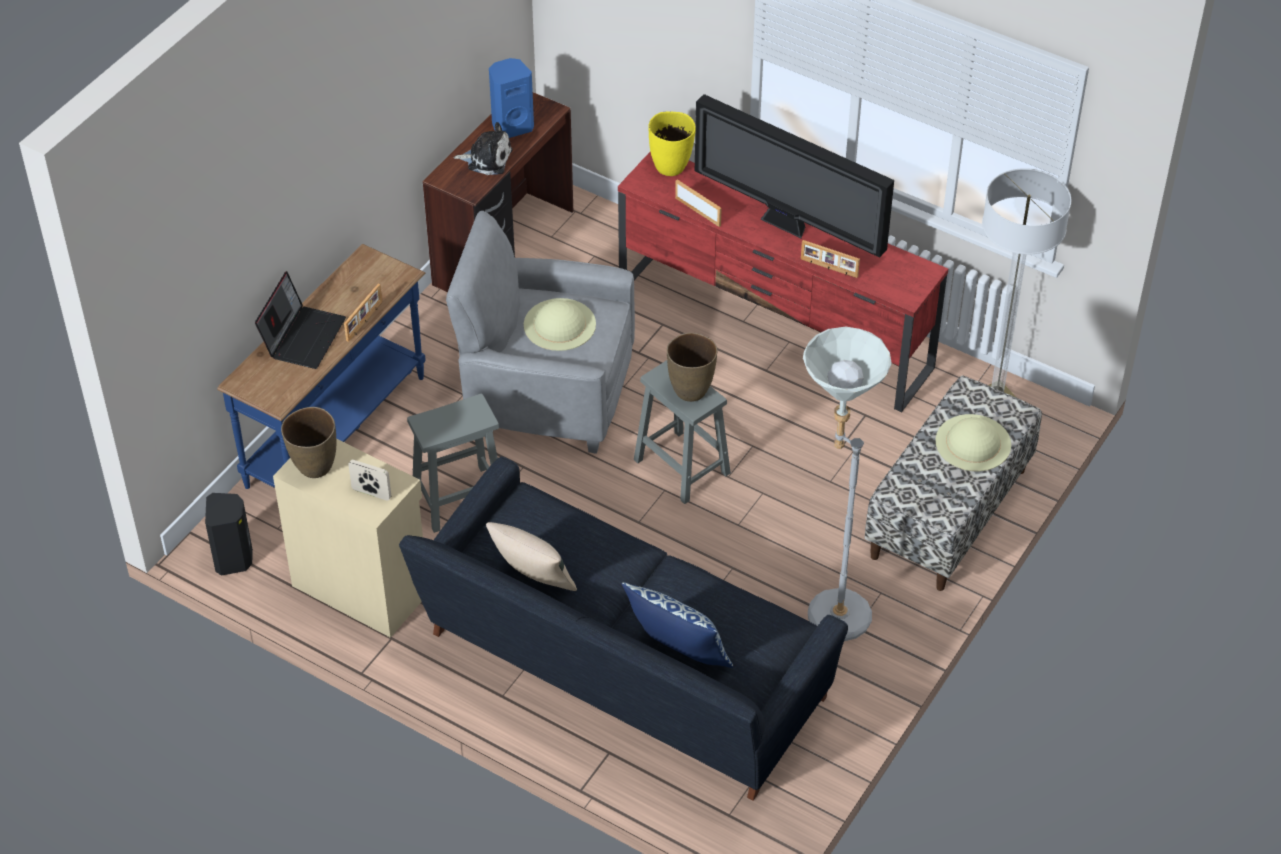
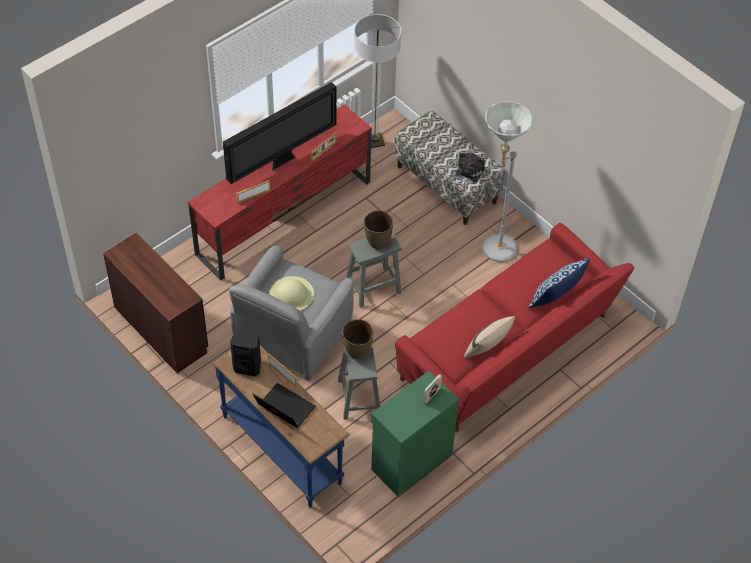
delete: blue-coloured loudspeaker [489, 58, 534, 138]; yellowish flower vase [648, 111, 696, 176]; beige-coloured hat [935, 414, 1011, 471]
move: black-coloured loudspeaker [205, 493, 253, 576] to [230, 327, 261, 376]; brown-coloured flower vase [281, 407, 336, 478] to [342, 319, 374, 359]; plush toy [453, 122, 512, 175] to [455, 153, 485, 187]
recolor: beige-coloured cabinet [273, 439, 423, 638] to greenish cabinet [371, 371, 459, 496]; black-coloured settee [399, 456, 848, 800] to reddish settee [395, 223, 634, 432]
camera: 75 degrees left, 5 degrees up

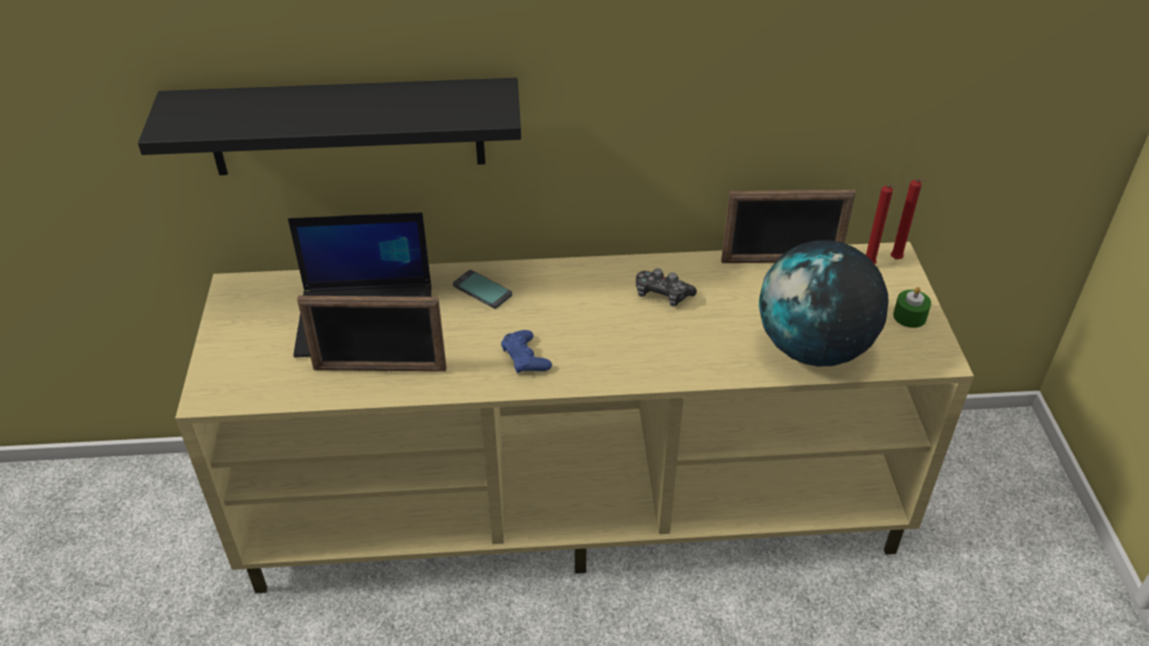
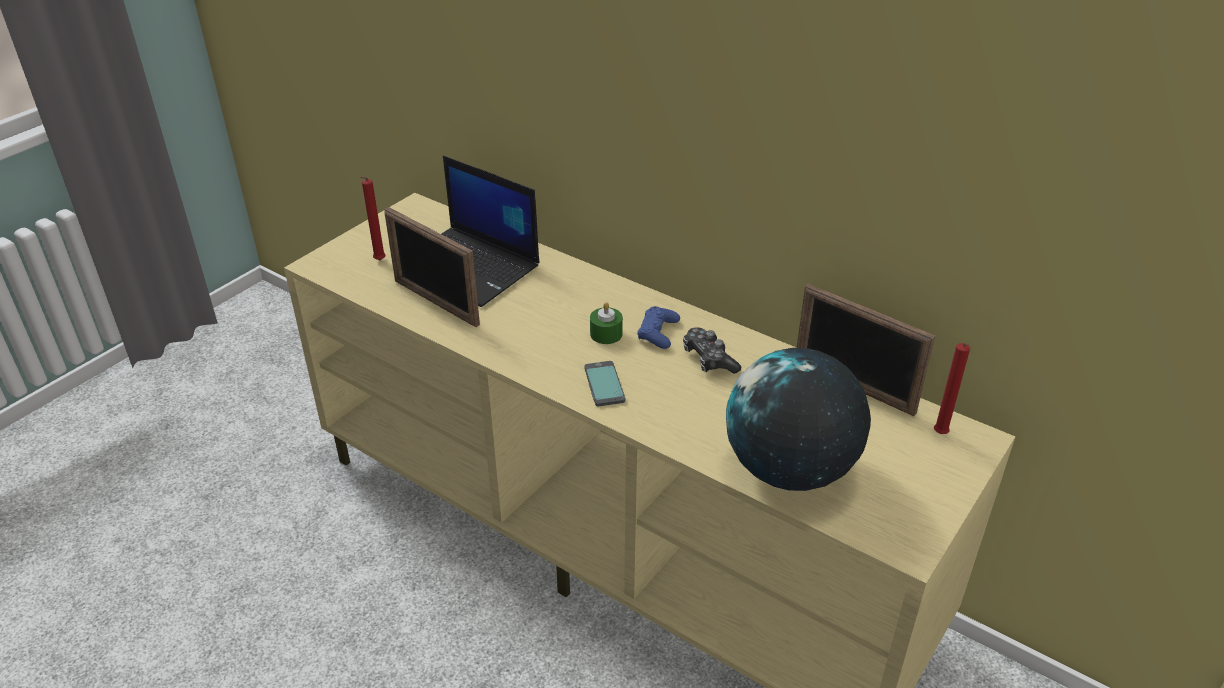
delete: black-coloured shelf [138, 78, 521, 175]
move: phone [453, 270, 512, 309] to [584, 361, 625, 407]; blue-coloured joypad [501, 330, 552, 374] to [637, 306, 680, 349]; reddish candle [891, 179, 925, 259] to [359, 177, 386, 260]; greenish candle [893, 287, 931, 328] to [590, 302, 623, 344]
camera: 40 degrees right, 5 degrees down

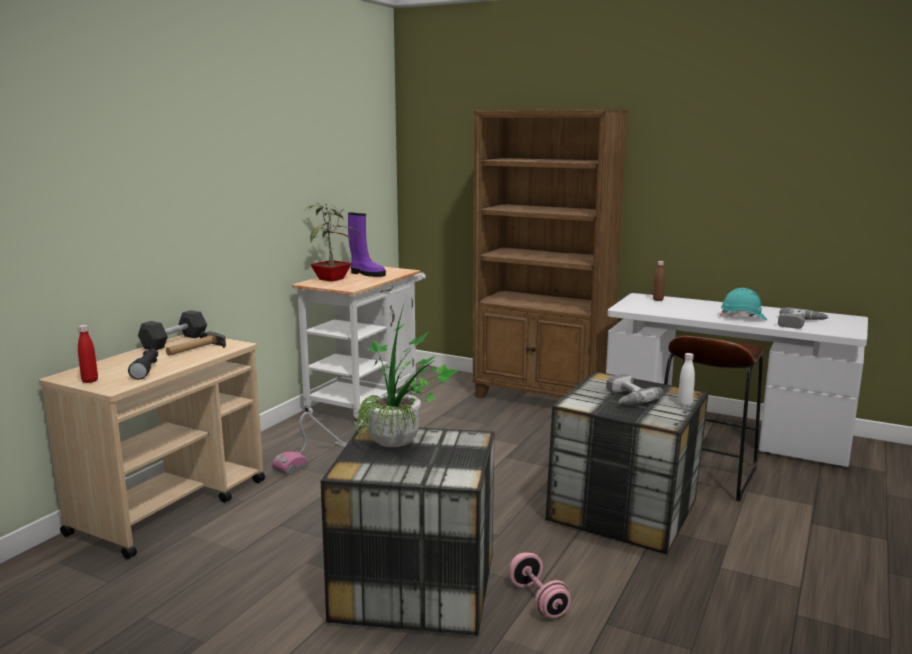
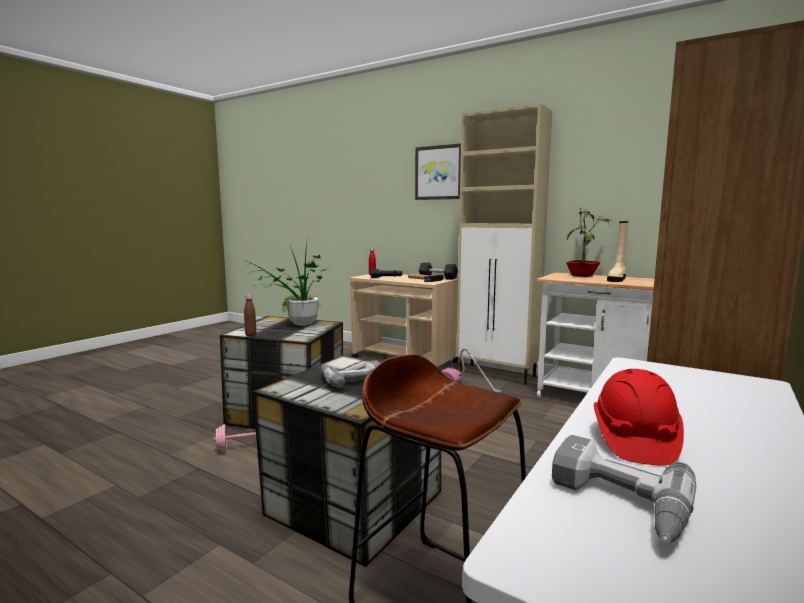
delete: white drink bottle [678, 353, 695, 407]
insert: wall picture [415, 143, 461, 200]; beige-coloured cabinet [457, 104, 552, 385]
move: brown-coloured drink bottle [653, 261, 665, 301] to [244, 295, 257, 336]
recolor: purple high-top boot [348, 212, 386, 277] to beige-coloured high-top boot [607, 221, 628, 282]; turquoise safety helmet [720, 288, 767, 320] to reddish safety helmet [594, 369, 684, 466]
camera: 95 degrees right, 5 degrees down

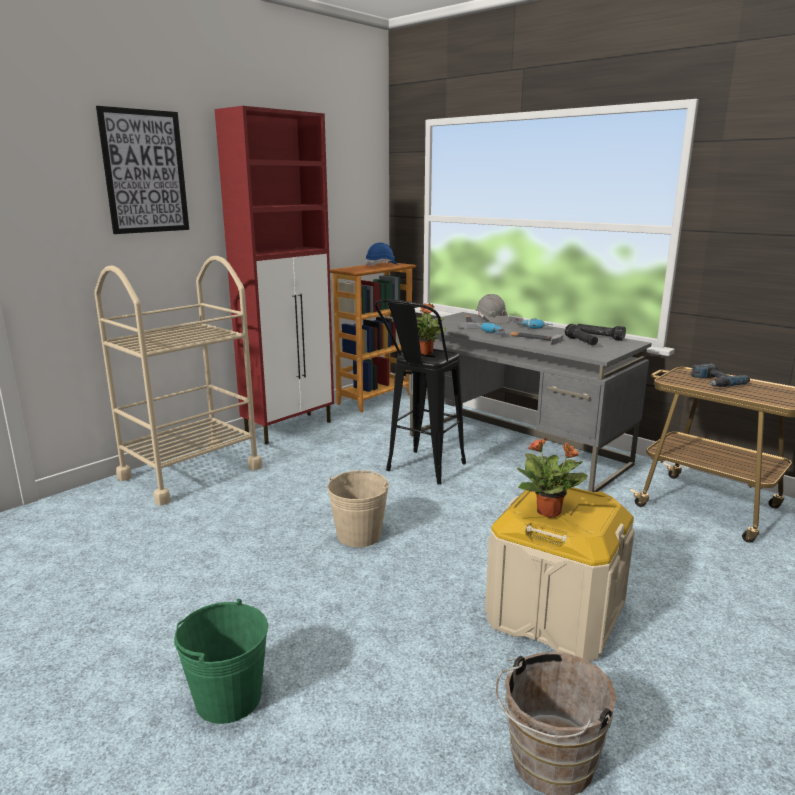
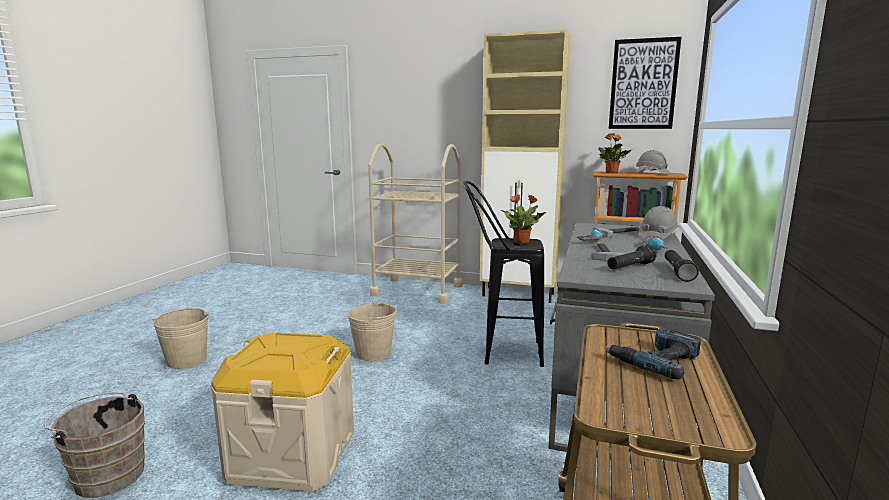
move: wall picture [96, 106, 189, 234] to [609, 37, 681, 129]; potted plant [517, 438, 588, 518] to [598, 133, 631, 173]
recolor: greenish bucket [174, 599, 268, 724] to beige-coloured bucket [152, 308, 209, 369]; reddish cabinet [215, 106, 334, 445] to beige-coloured cabinet [480, 29, 570, 303]; blue-coloured safety helmet [366, 242, 398, 267] to gray safety helmet [635, 150, 671, 175]
camera: 65 degrees right, 5 degrees down

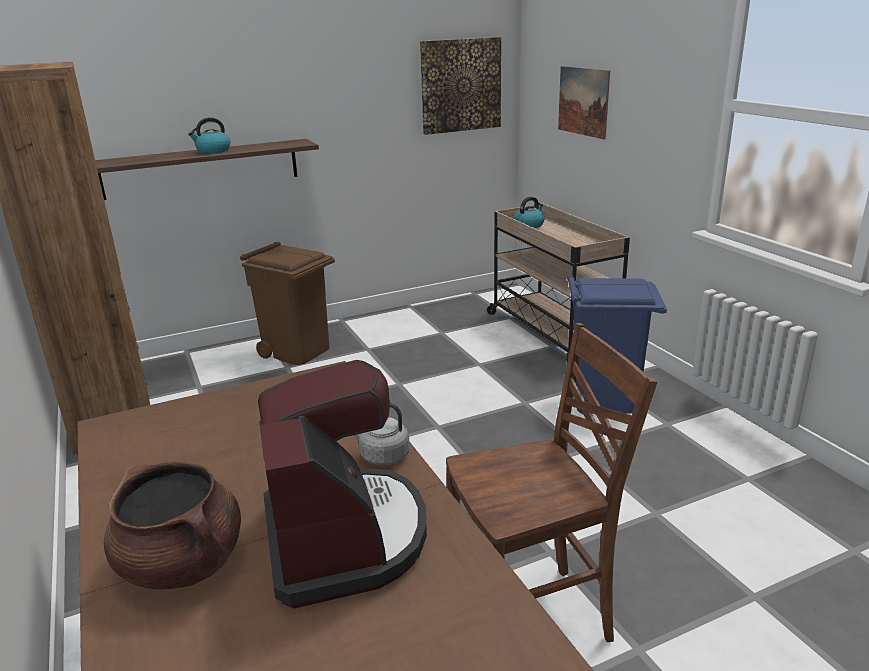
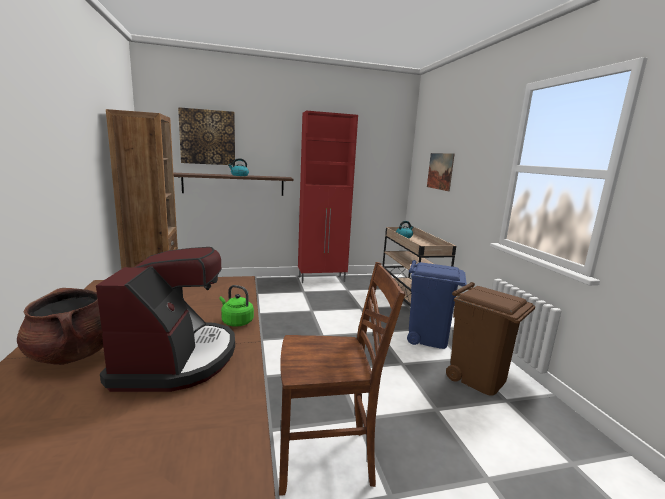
insert: reddish cabinet [298, 111, 358, 283]
move: brown-coloured waste bin [240, 242, 335, 365] to [446, 282, 535, 395]; wall picture [420, 37, 501, 135] to [178, 107, 235, 165]
recolor: gray water kettle [355, 403, 410, 466] to greenish water kettle [220, 285, 254, 327]
camera: 10 degrees right, 10 degrees down

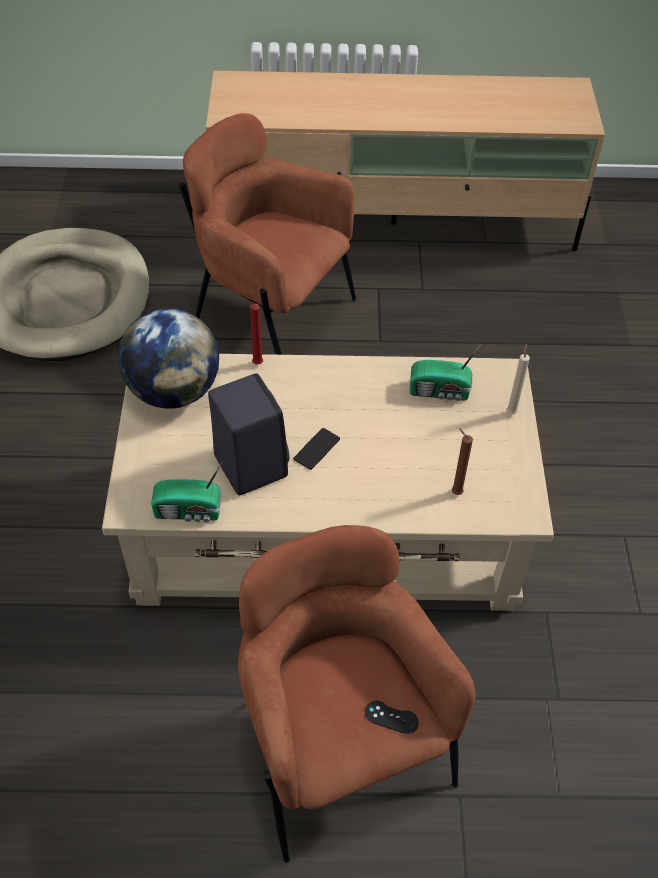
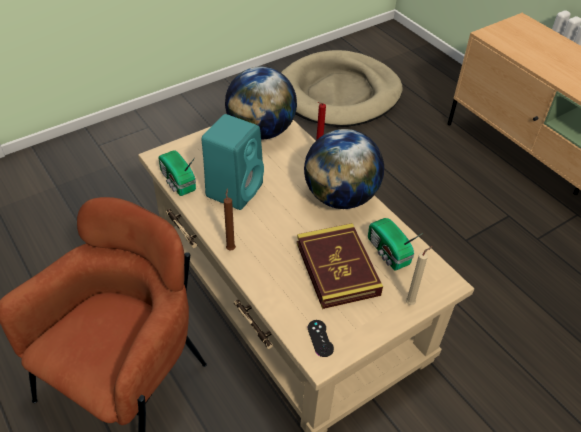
delete: brown-coloured armchair [179, 113, 357, 355]; phone [293, 428, 340, 470]
insert: book [297, 223, 383, 309]; globe [304, 129, 384, 209]
move: black-coloured joypad [365, 701, 419, 734] to [308, 320, 334, 357]; brown-coloured candle [452, 428, 473, 495] to [224, 188, 236, 251]
recolor: black-coloured loudspeaker [208, 373, 290, 496] to turquoise loudspeaker [202, 114, 264, 210]
camera: 55 degrees right, 5 degrees down

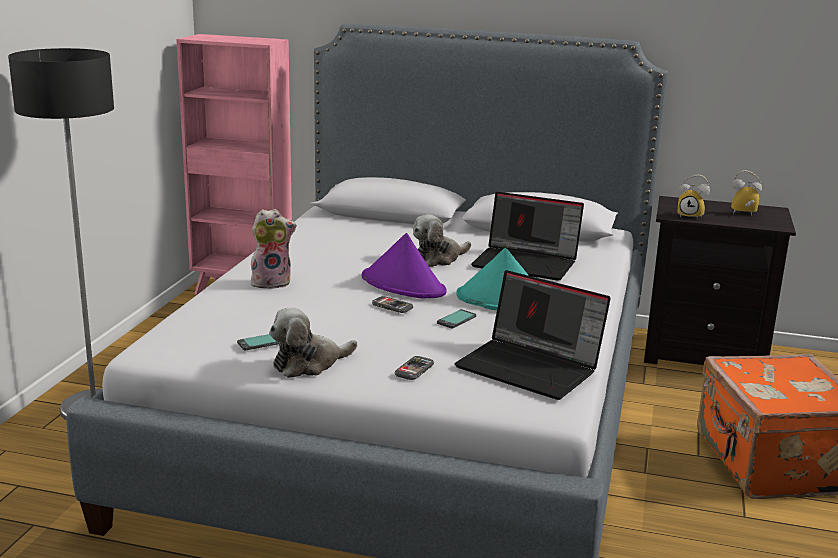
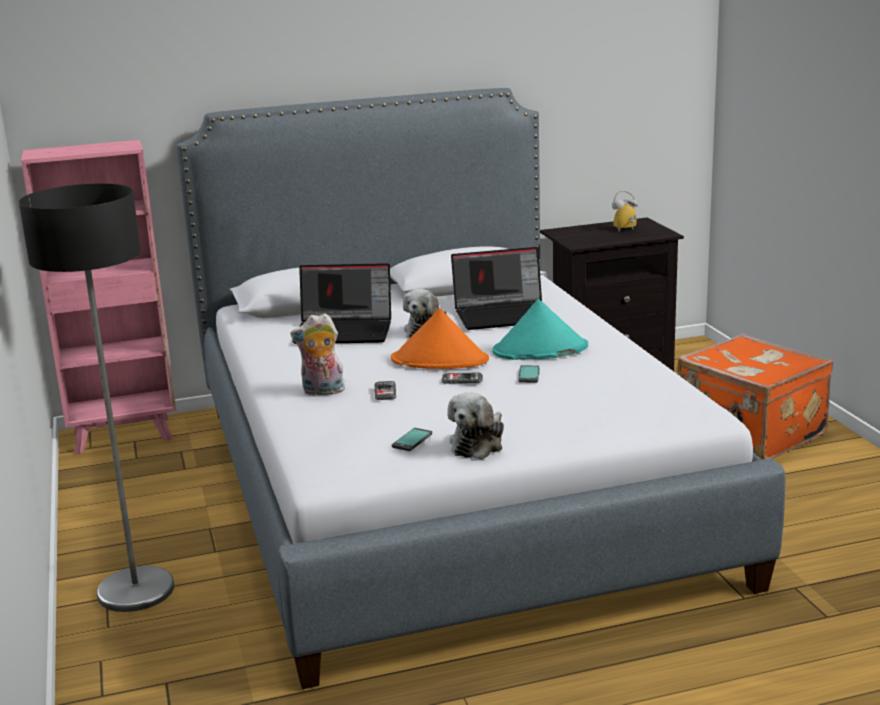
delete: bedside clock [677, 175, 710, 220]
move: phone [394, 356, 434, 380] to [374, 381, 396, 400]; laptop [454, 270, 611, 400] to [292, 263, 391, 344]
recolor: purple hat [361, 233, 446, 299] to orange-coloured hat [391, 308, 489, 369]
rotate: plush toy [251, 209, 297, 289] = [291, 313, 345, 395] 135 degrees counterclockwise
camera: 30 degrees left, 0 degrees up

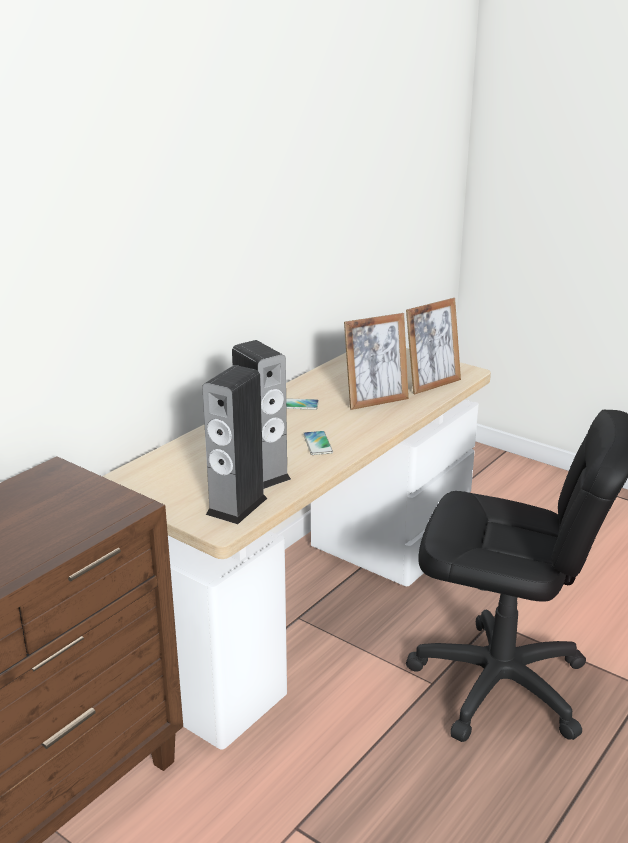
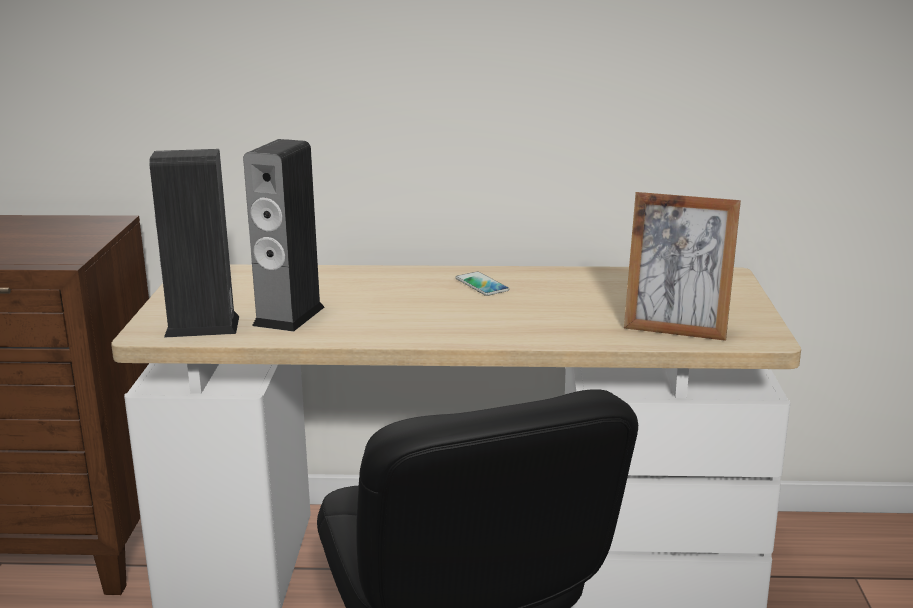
delete: phone [303, 431, 333, 455]; photo frame [344, 313, 409, 410]
camera: 55 degrees right, 5 degrees down

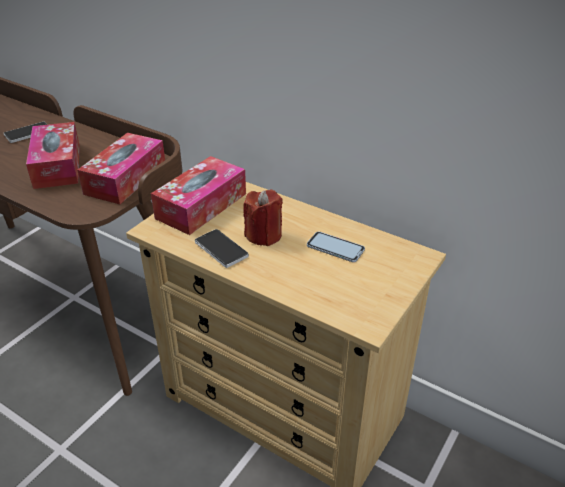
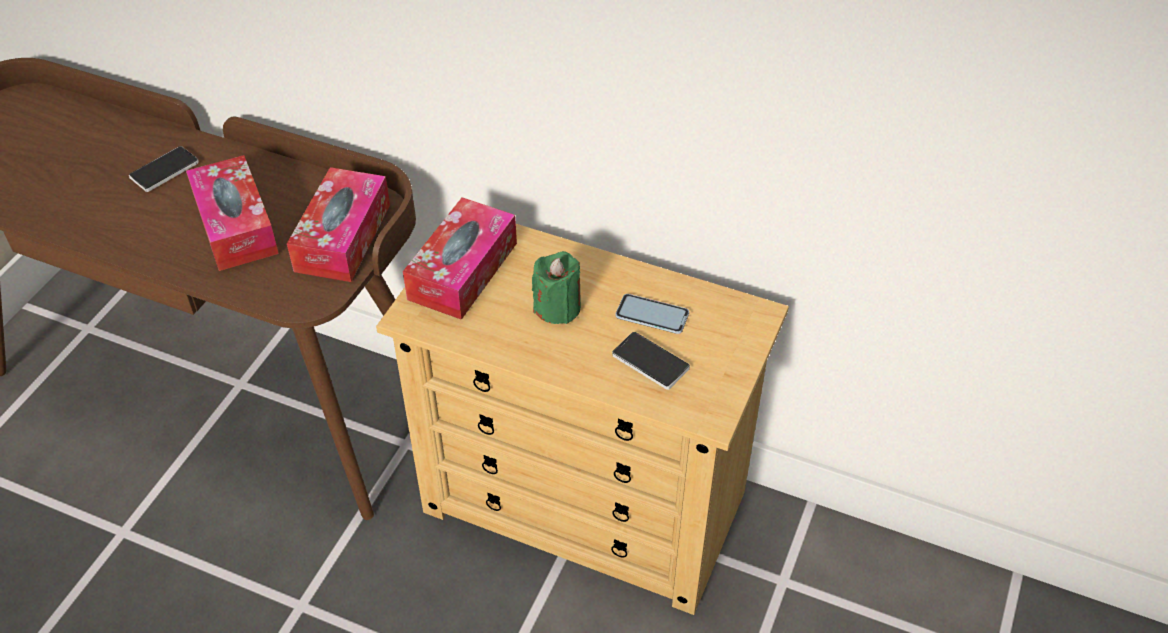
move: phone [195, 229, 249, 268] to [612, 332, 690, 390]
recolor: reddish candle [243, 190, 283, 246] to greenish candle [532, 251, 581, 324]
camera: 10 degrees left, 10 degrees up

